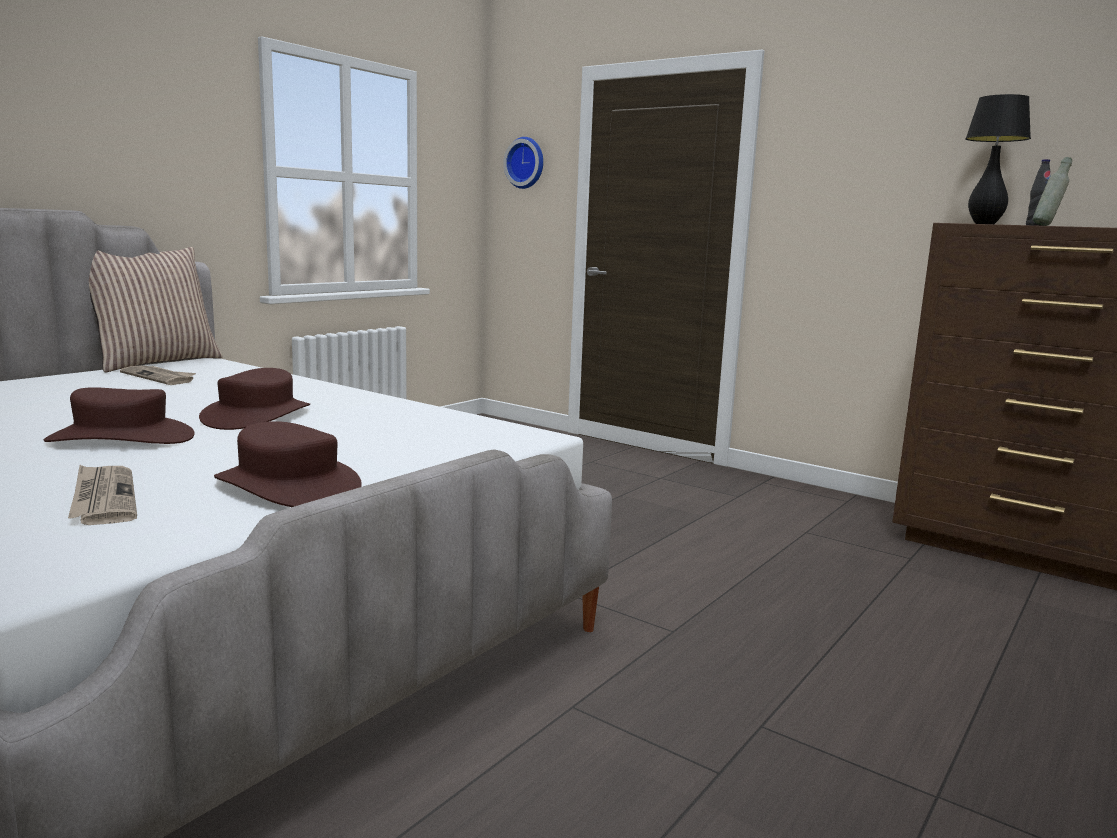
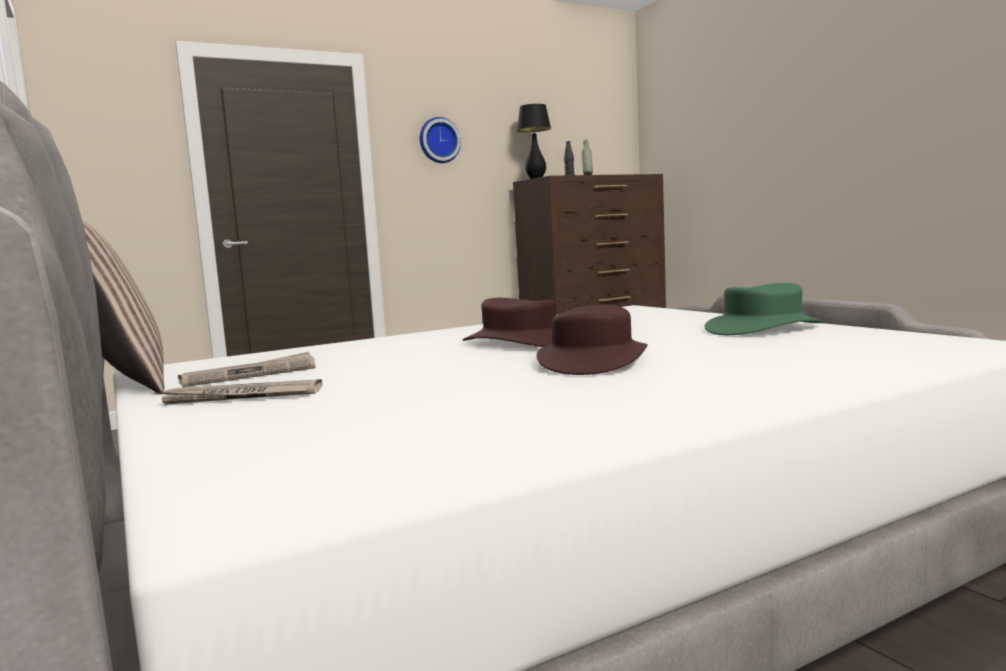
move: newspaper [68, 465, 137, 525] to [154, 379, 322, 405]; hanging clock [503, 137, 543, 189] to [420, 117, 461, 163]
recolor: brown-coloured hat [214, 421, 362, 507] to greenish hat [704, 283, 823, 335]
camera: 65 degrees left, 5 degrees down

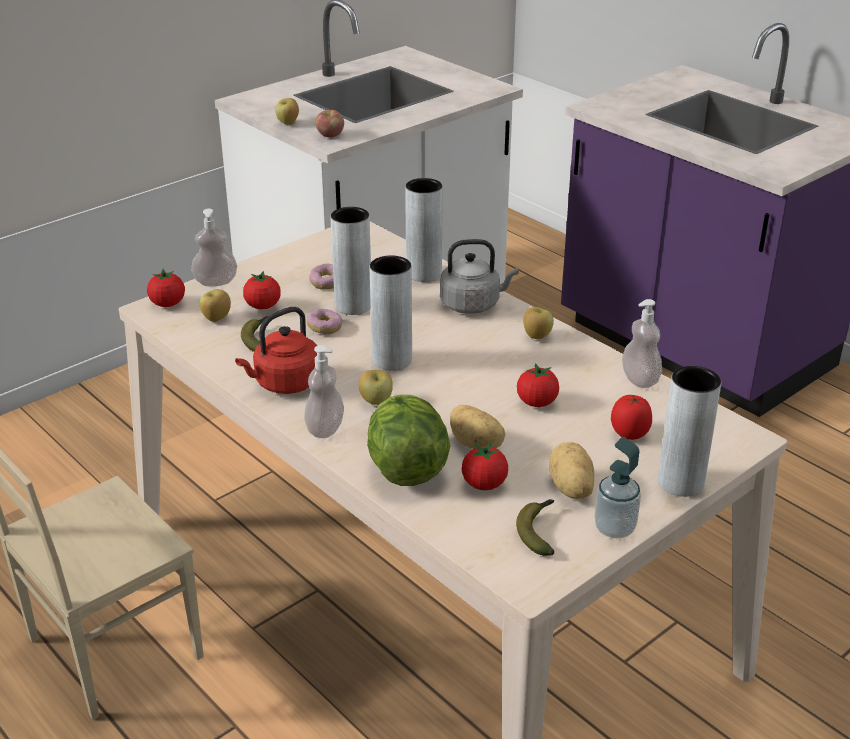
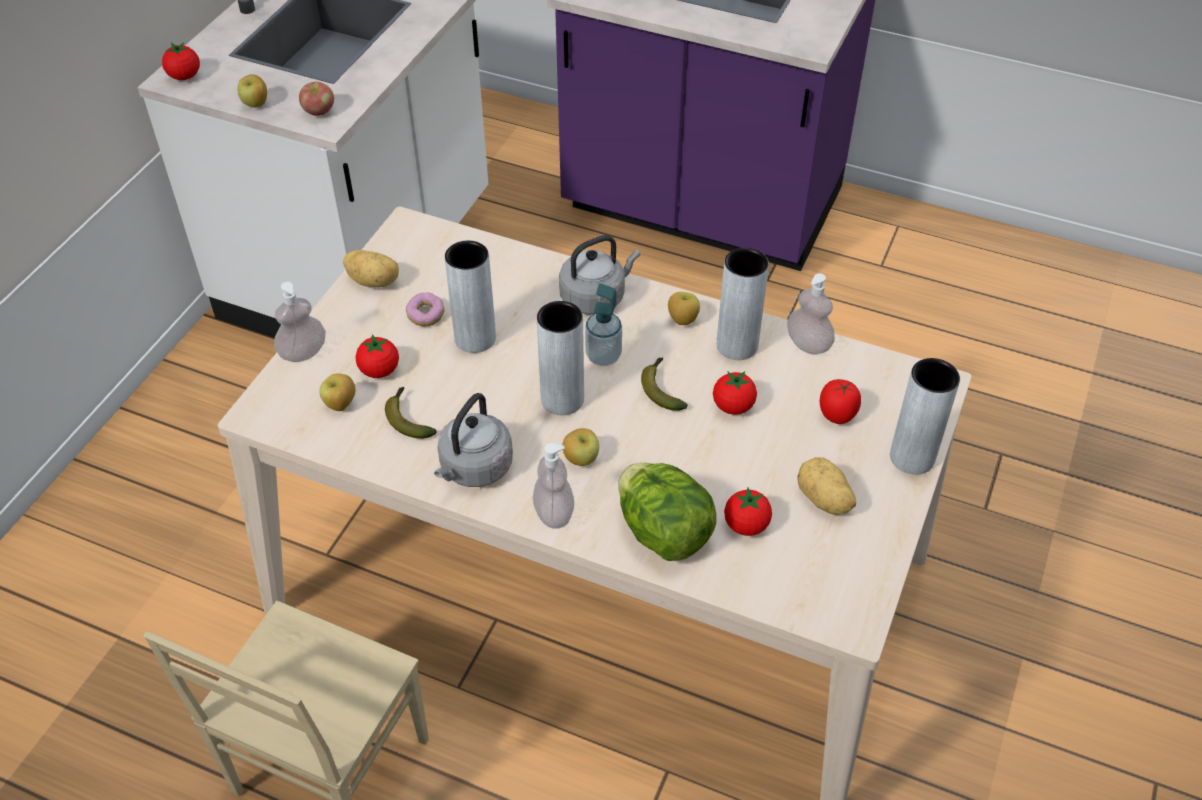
delete: donut [306, 309, 342, 334]
move: fresh tomato [147, 269, 185, 307] to [162, 42, 200, 80]; gray flower vase [405, 178, 443, 282] to [717, 248, 769, 360]; whole potato [450, 405, 505, 449] to [343, 250, 399, 287]; banana fruit [516, 499, 554, 556] to [641, 358, 688, 411]; soap dispenser [595, 437, 641, 538] to [585, 283, 622, 366]
recolor: reddish water kettle [235, 307, 317, 394] to gray water kettle [434, 393, 513, 487]
camera: 25 degrees left, 15 degrees up

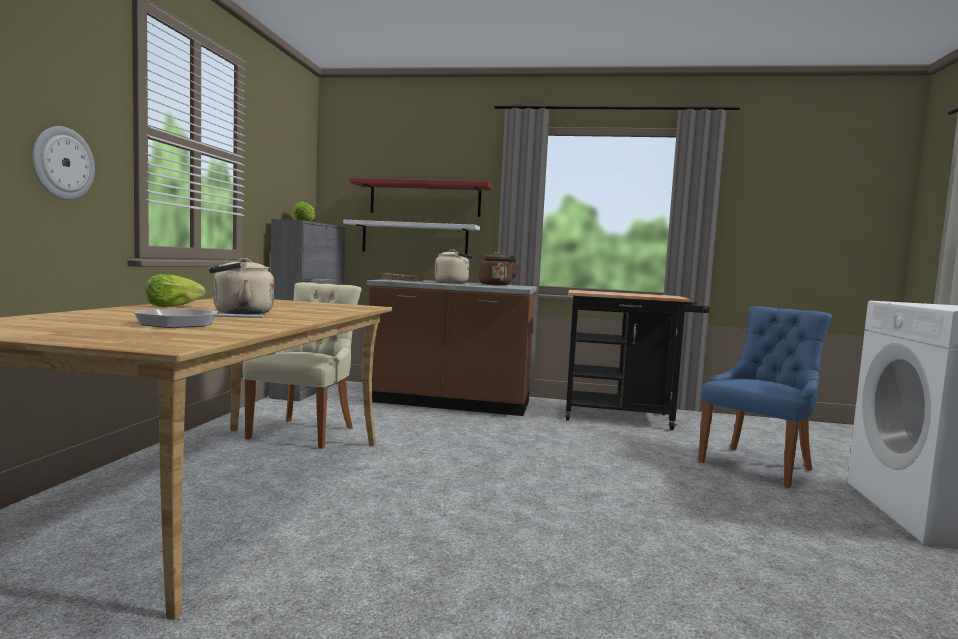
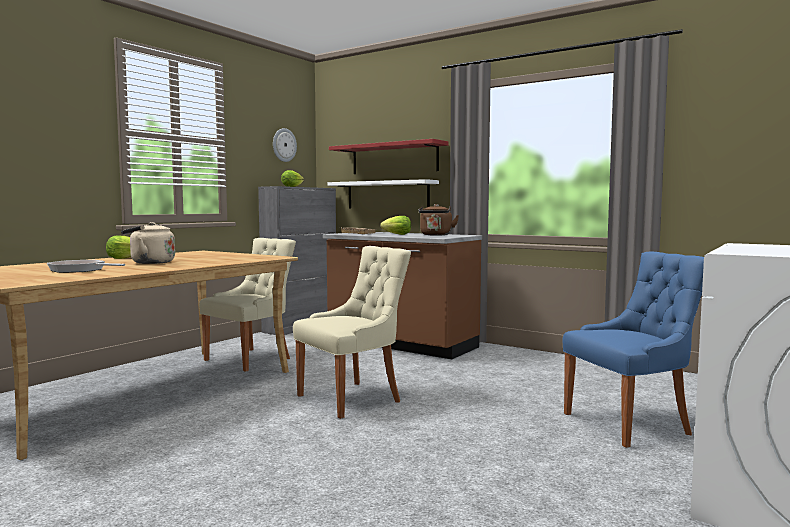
delete: black-coloured trolley [565, 290, 709, 430]
insert: beige-coloured chair [293, 246, 411, 419]
move: hanging clock [32, 126, 95, 200] to [273, 128, 297, 162]
replace: beige-coloured water kettle [435, 249, 474, 284] to lettuce [380, 216, 411, 235]
camera: 25 degrees right, 0 degrees up

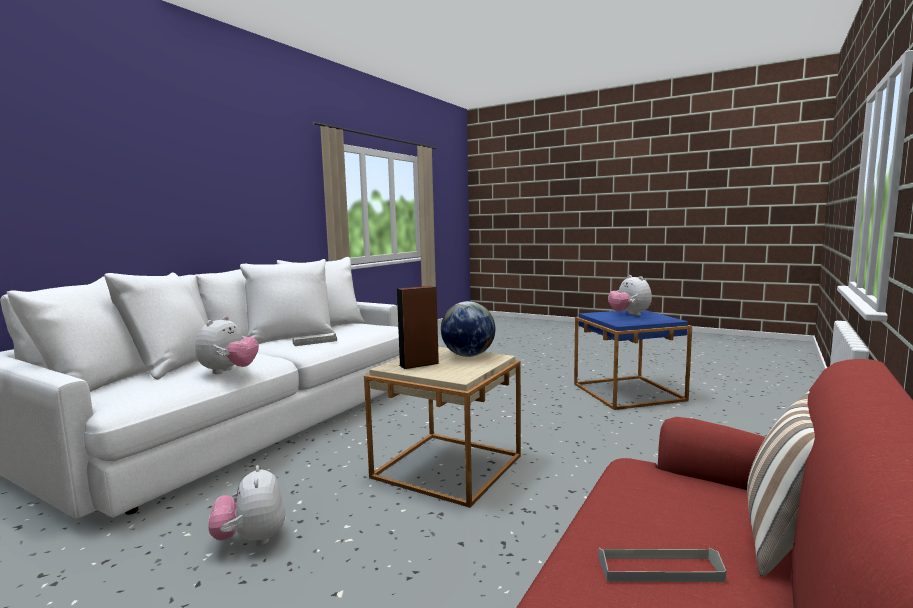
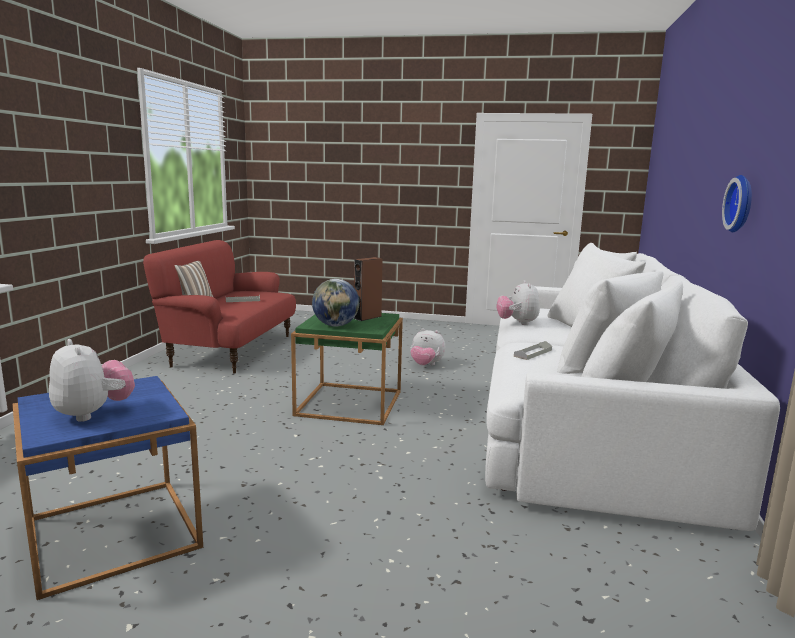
insert: hanging clock [722, 175, 752, 232]
recolor: beige-coloured accent table [364, 347, 521, 508] to greenish accent table [291, 313, 403, 425]
rotate: plush toy [208, 465, 285, 546] = [410, 328, 445, 365] 150 degrees clockwise
camera: 160 degrees right, 5 degrees up

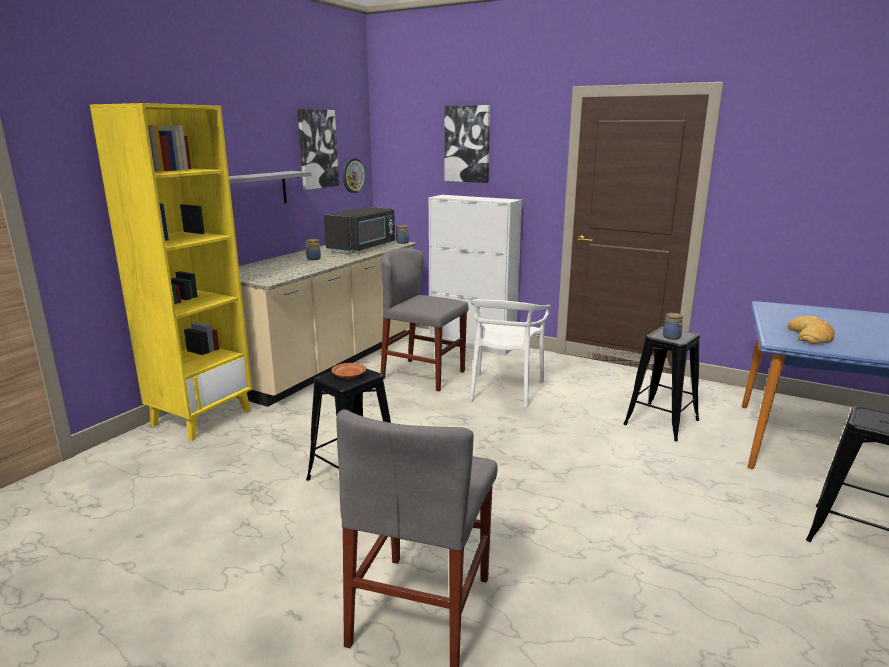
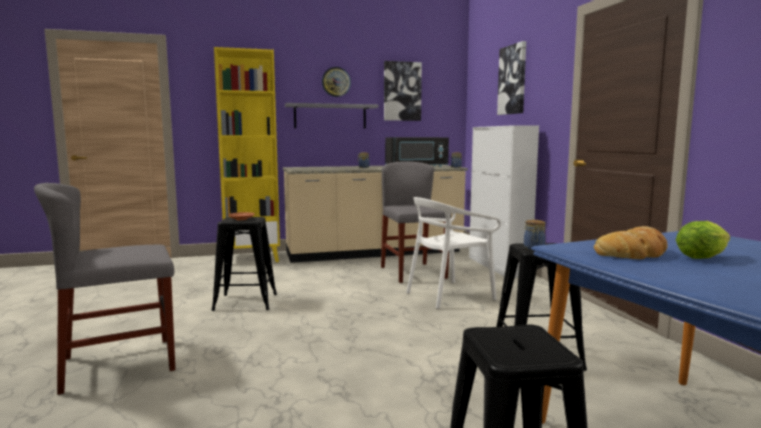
insert: lettuce [676, 221, 730, 259]
move: hanging clock [343, 158, 365, 193] to [322, 67, 351, 97]
camera: 45 degrees right, 10 degrees down

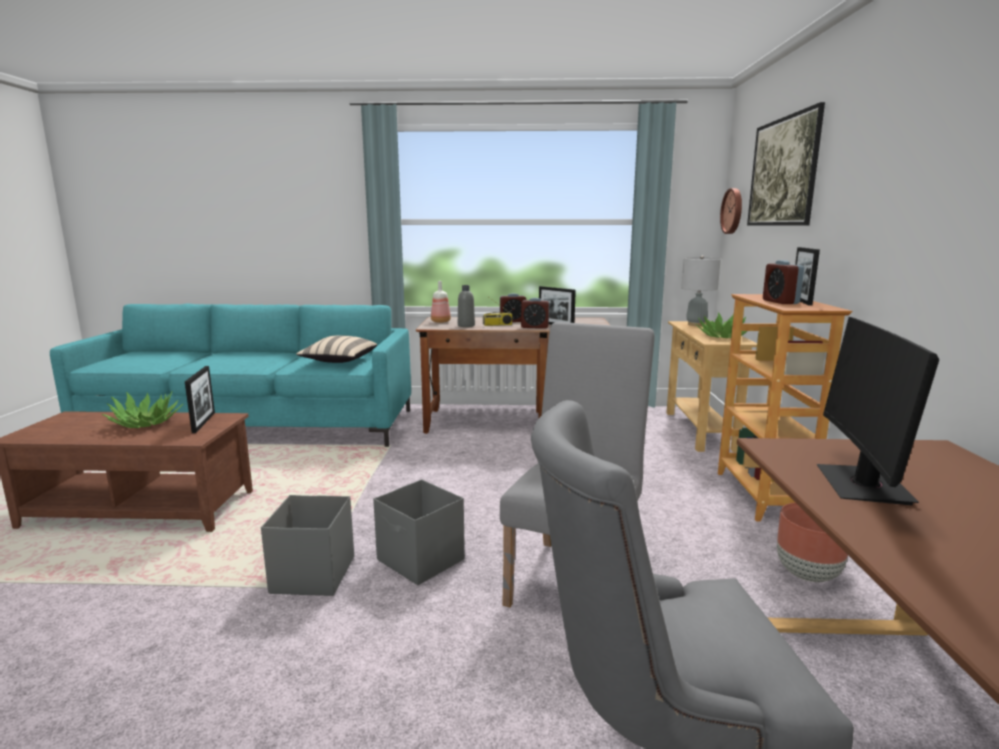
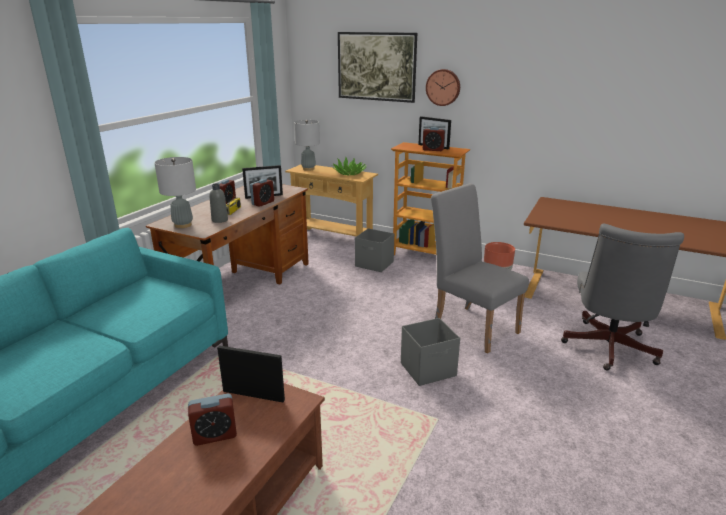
delete: beige-coloured pillow [296, 335, 377, 363]; computer screen [817, 317, 940, 506]
move: gray storage box [261, 495, 354, 596] to [355, 228, 394, 272]; hanging clock [720, 188, 742, 234] to [426, 69, 460, 106]
replace: potted plant [102, 391, 183, 428] to bedside clock [188, 394, 237, 446]; drink bottle [431, 281, 451, 323] to gray tabletop lamp [155, 157, 196, 228]
camera: 65 degrees left, 10 degrees up

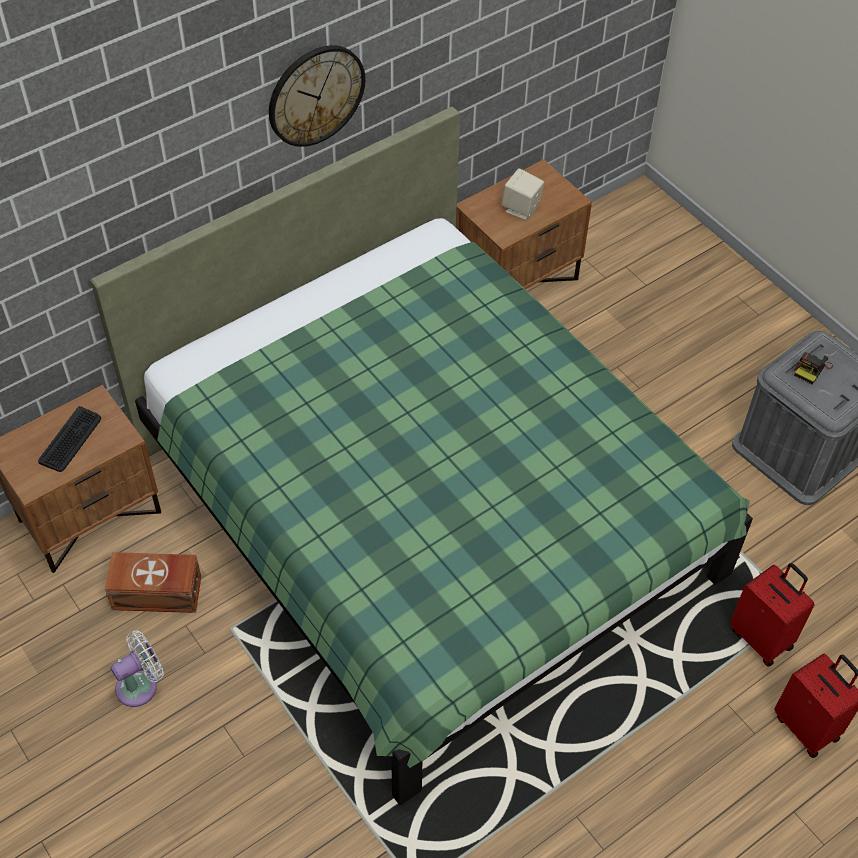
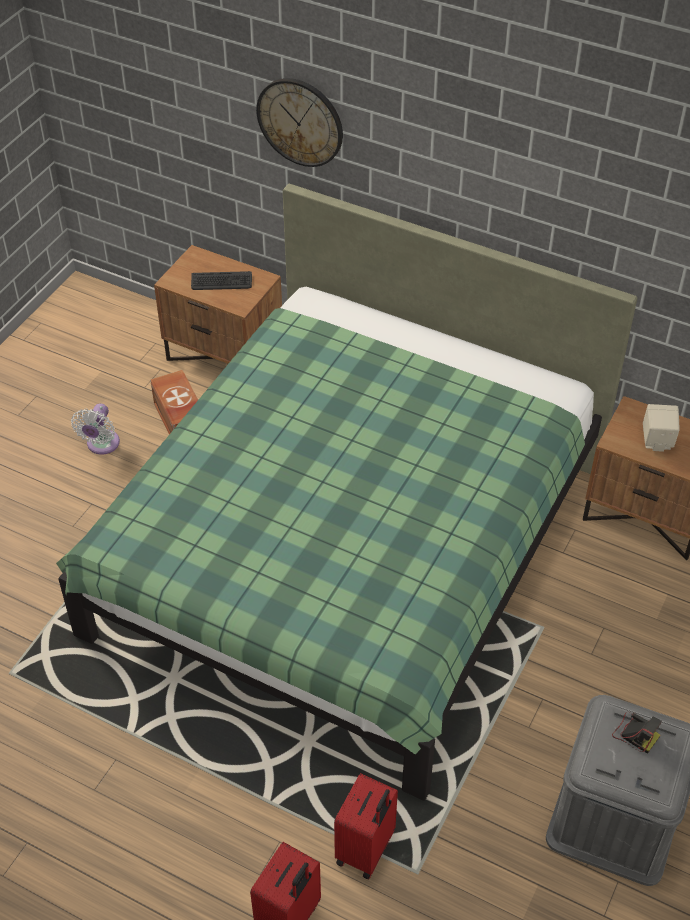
move: hanging clock [269, 45, 365, 147] to [256, 78, 343, 167]
rotate: white cooling fan [111, 631, 164, 707] = [71, 403, 120, 455] 75 degrees clockwise; photo camera [794, 352, 833, 384] = [612, 712, 662, 754] 150 degrees counterclockwise
camera: 65 degrees right, 5 degrees down

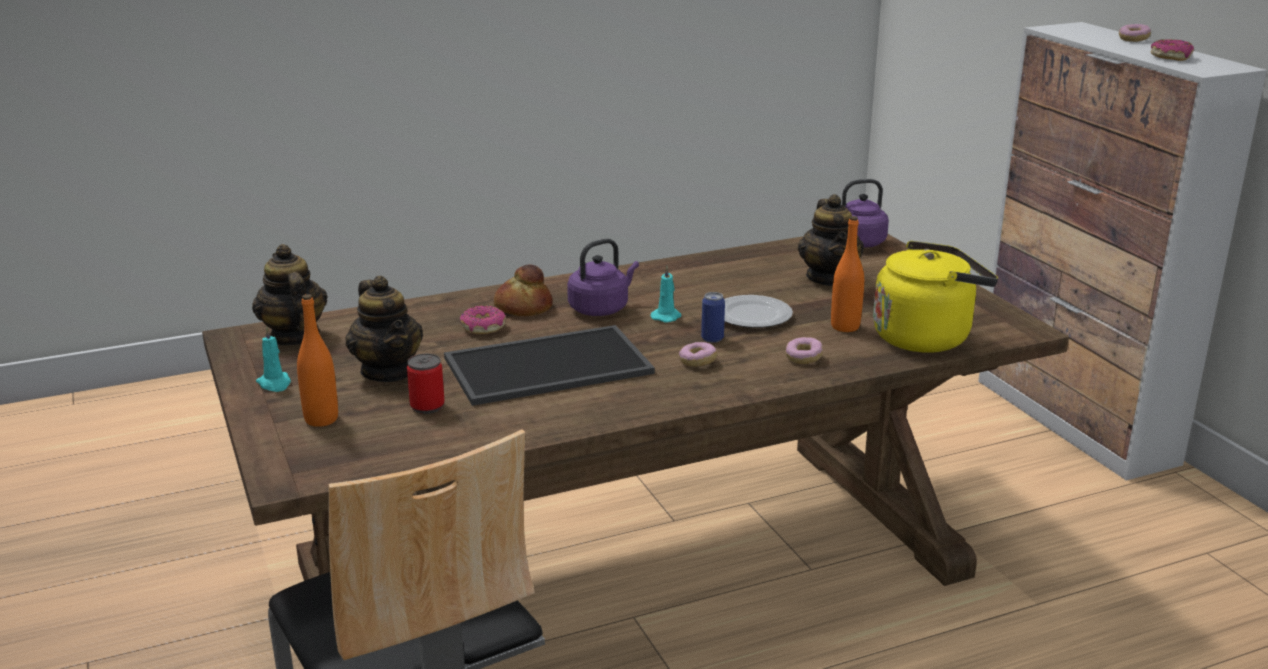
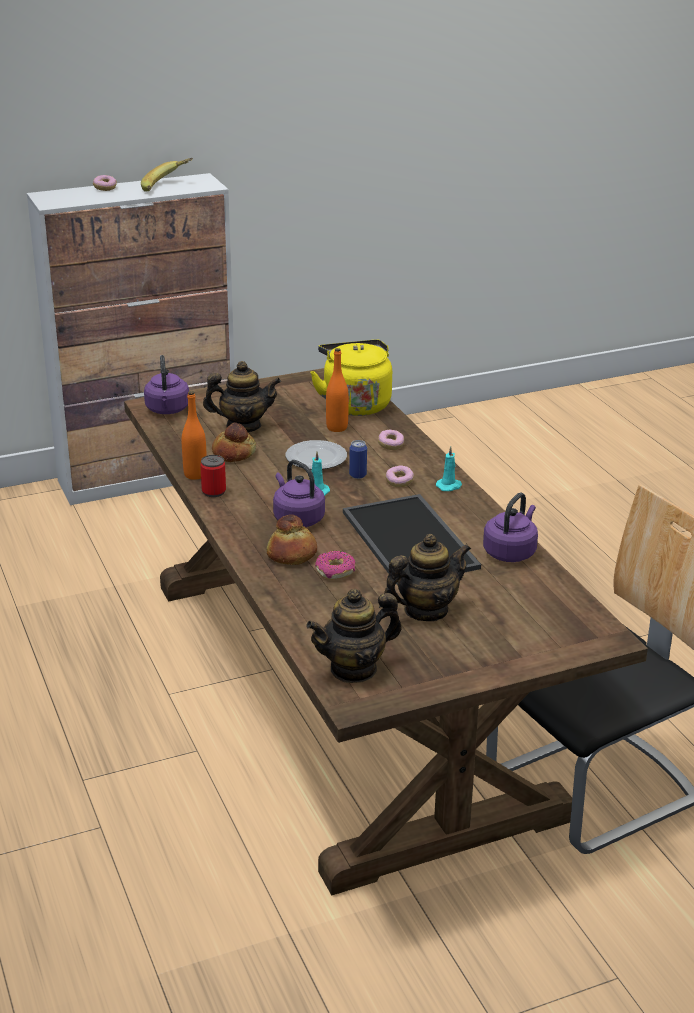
insert: baked bread [212, 423, 256, 462]; purple water kettle [483, 492, 538, 562]
move: turquoise candle [256, 326, 291, 392] to [436, 446, 462, 491]; orange-coloured drink bottle [297, 294, 338, 427] to [182, 391, 207, 480]; sealed can [407, 354, 445, 414] to [200, 455, 226, 497]
replace: donut [1151, 39, 1194, 61] to banana fruit [141, 158, 193, 192]
camera: 90 degrees left, 5 degrees up

